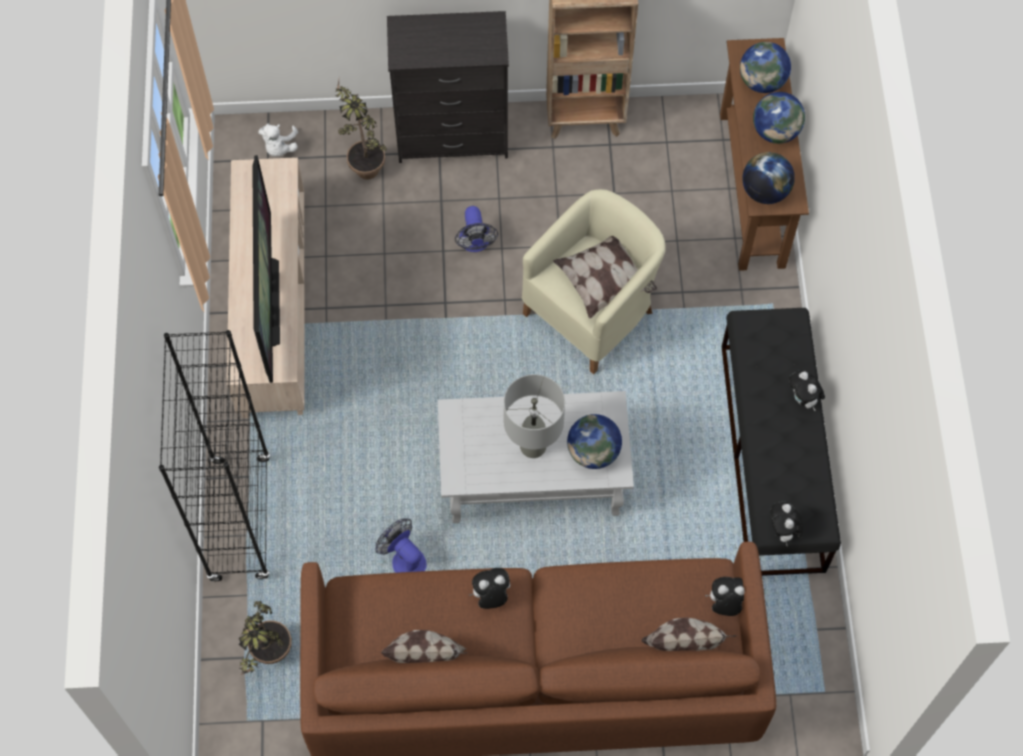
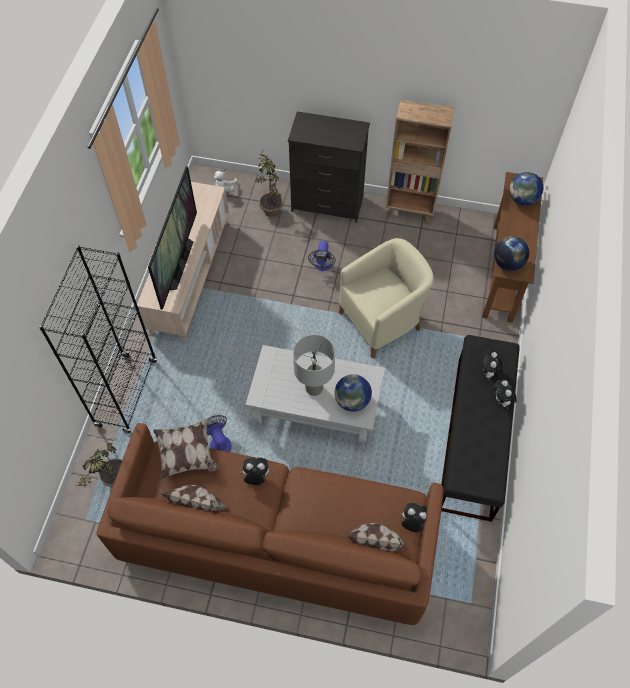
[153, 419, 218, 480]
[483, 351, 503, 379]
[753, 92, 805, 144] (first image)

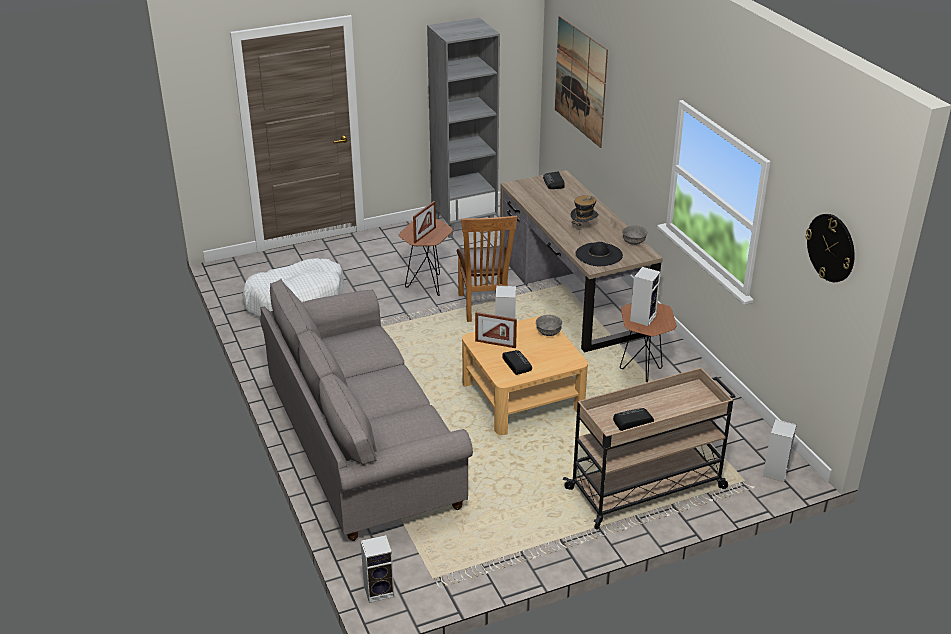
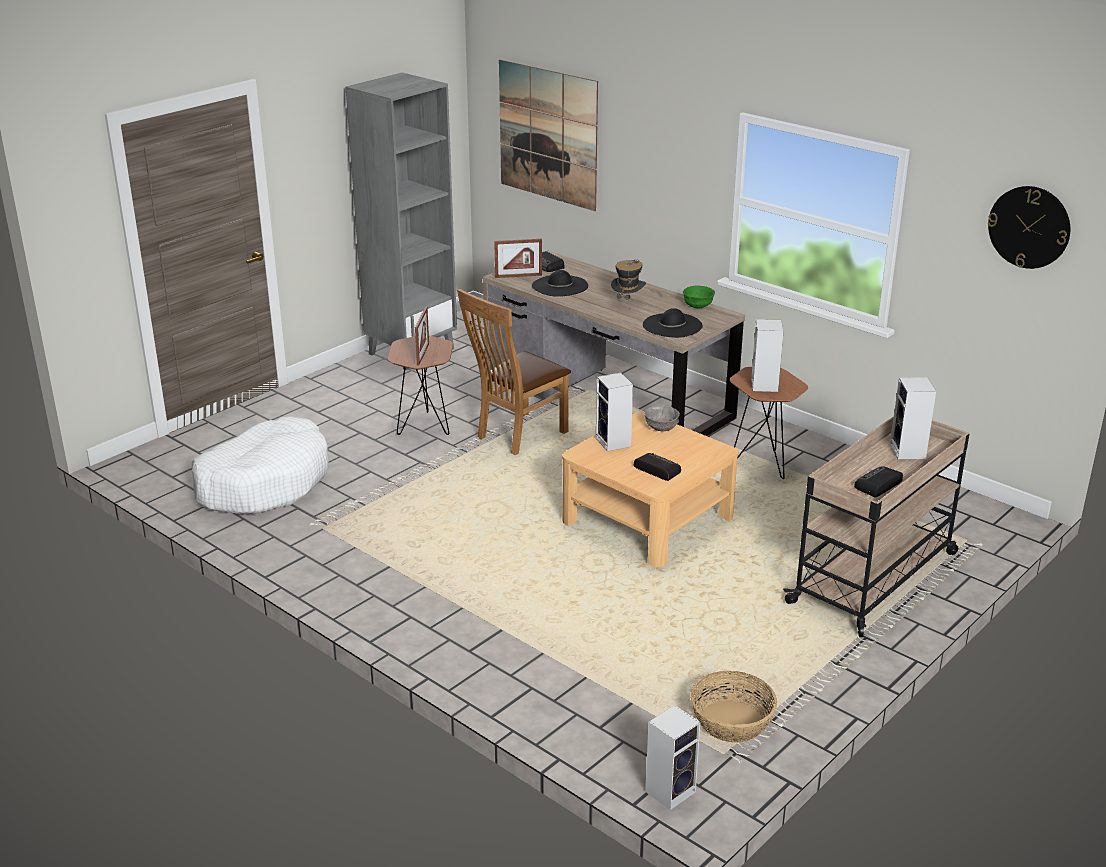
[457, 289, 571, 455]
[494, 239, 542, 278]
[532, 270, 588, 297]
[683, 286, 715, 308]
[690, 671, 777, 743]
[890, 377, 936, 459]
[260, 279, 473, 541] (first image)

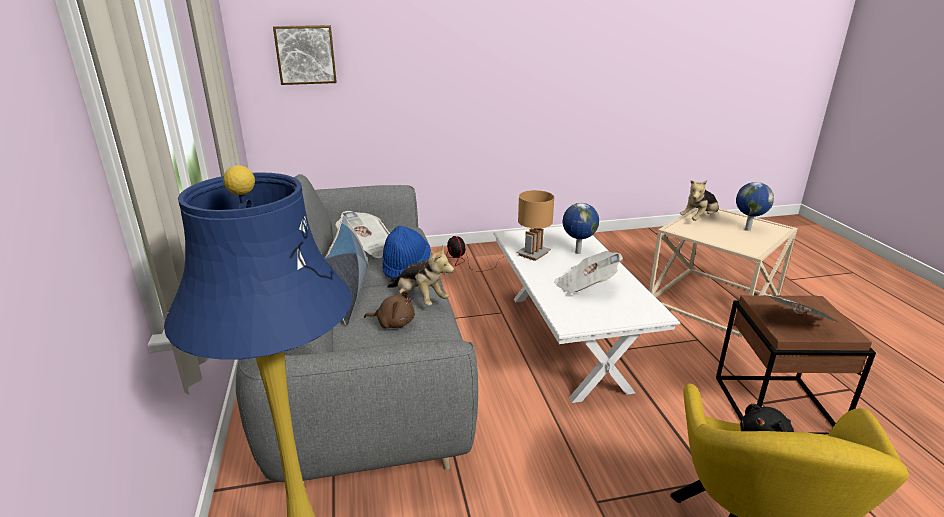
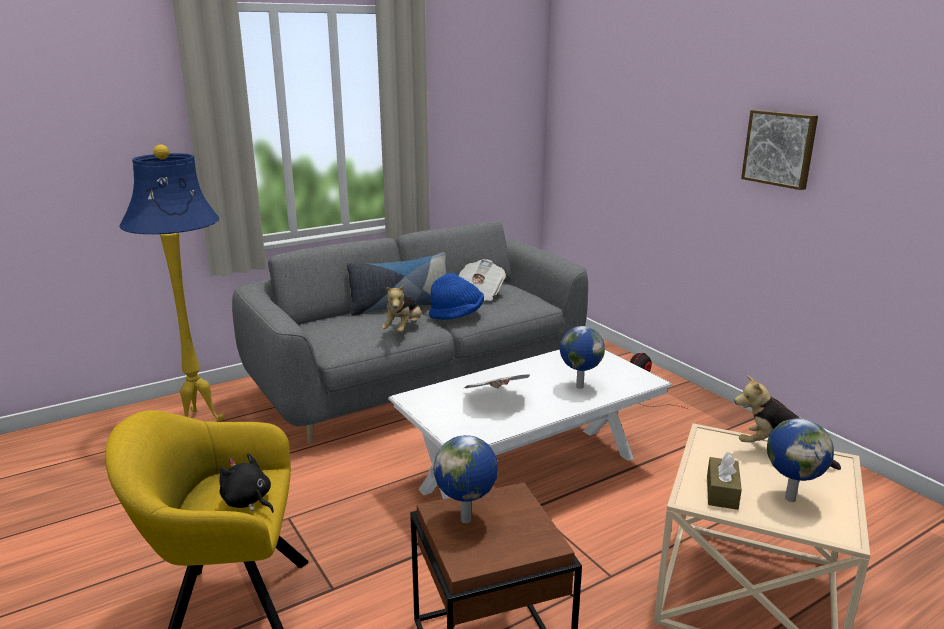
[433, 435, 498, 523]
[707, 452, 742, 510]
[741, 110, 818, 190]
[364, 291, 415, 328] (first image)
[516, 190, 554, 261] (first image)

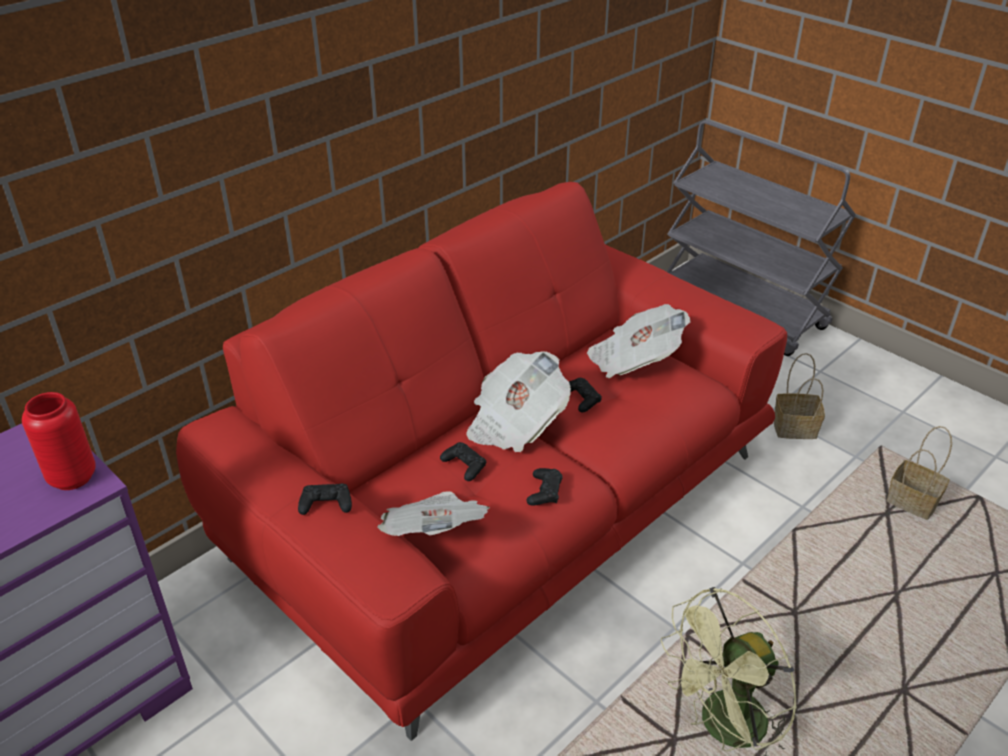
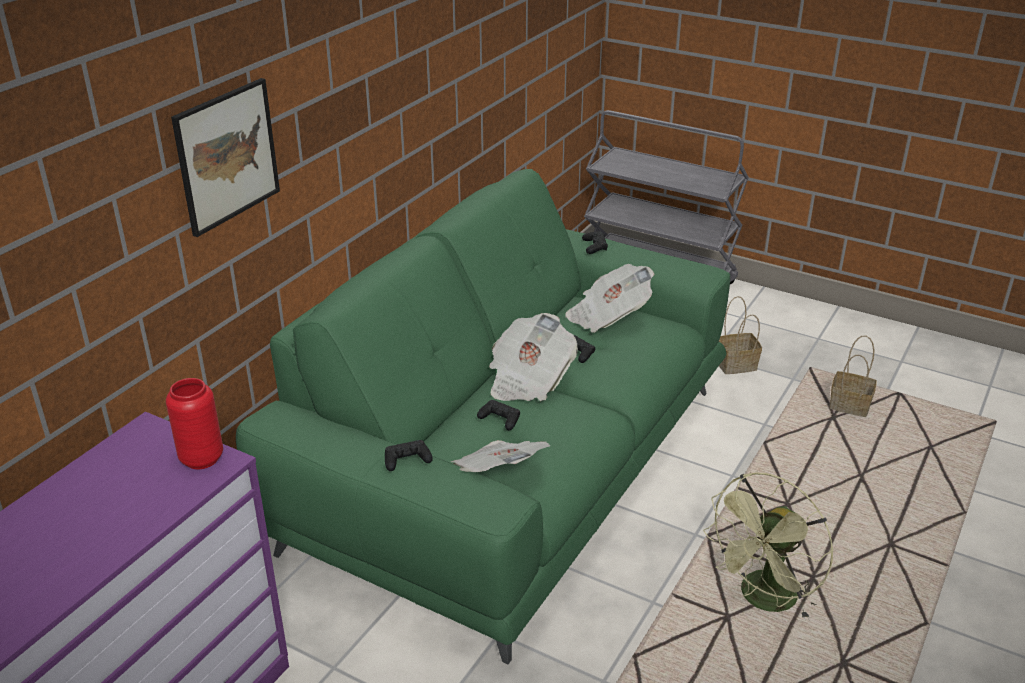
[171, 78, 280, 237]
[236, 169, 730, 664]
[582, 231, 608, 254]

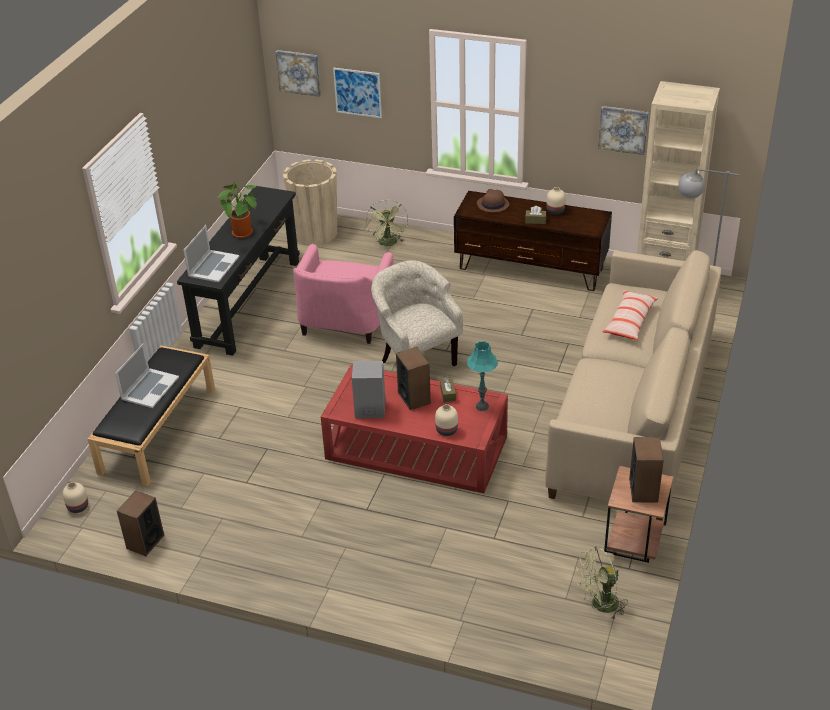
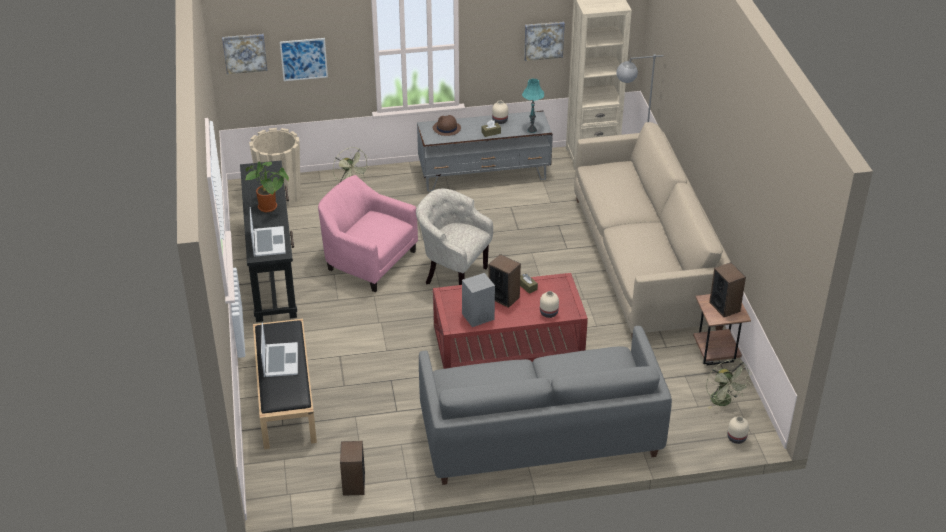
[318, 175, 418, 292]
[417, 111, 553, 192]
[419, 326, 672, 485]
[522, 78, 545, 133]
[706, 359, 752, 409]
[727, 416, 749, 444]
[602, 290, 658, 340] (first image)

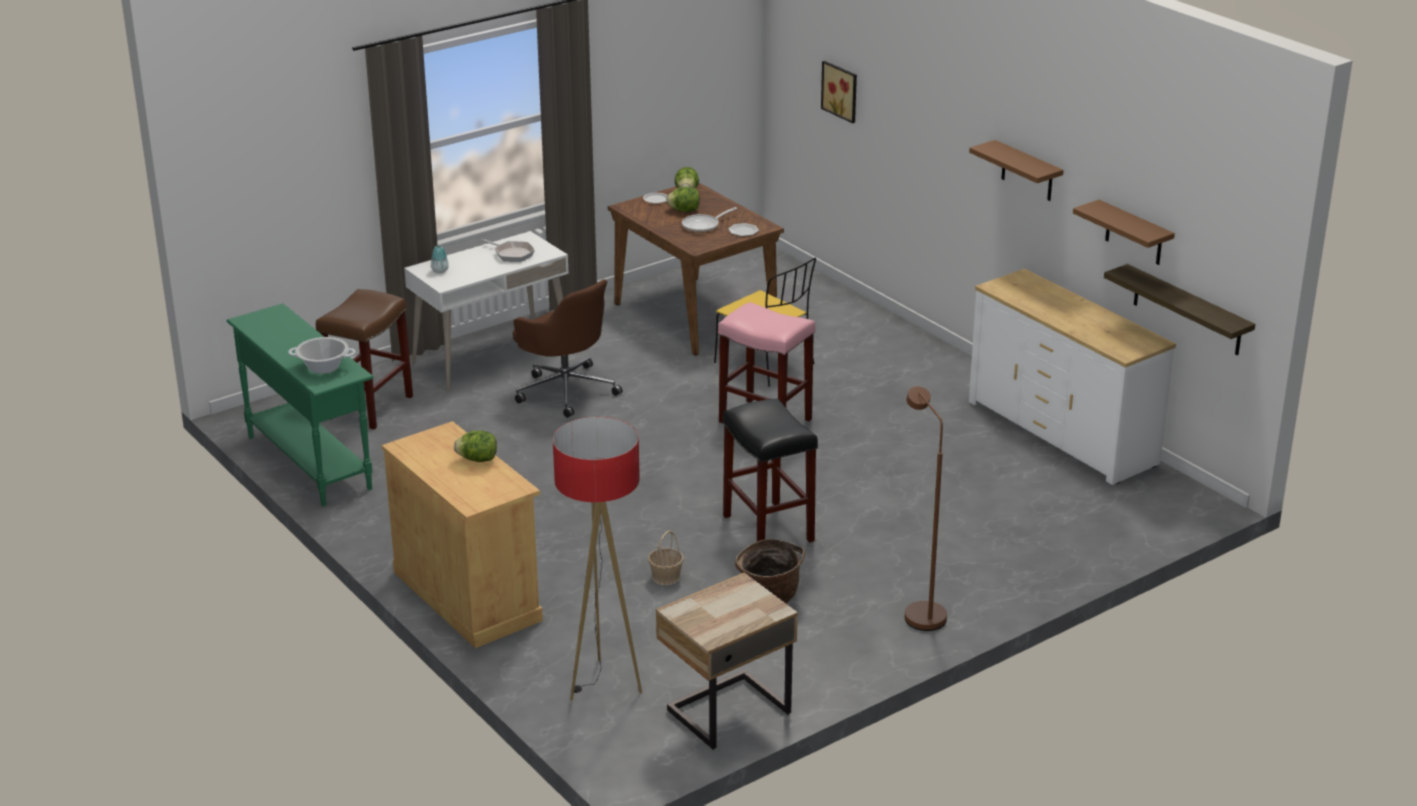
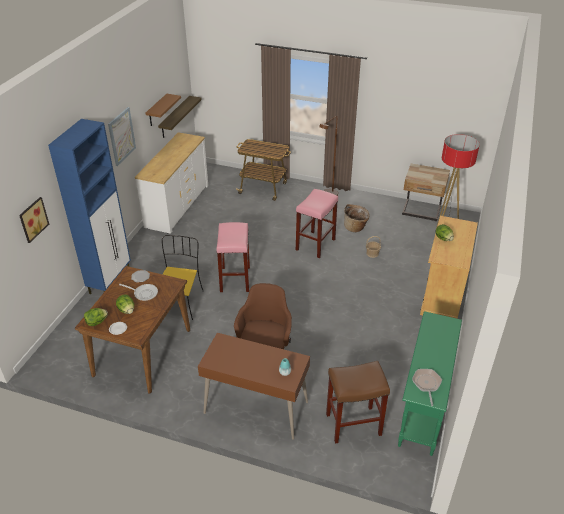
[48, 119, 131, 294]
[108, 107, 136, 166]
[198, 333, 310, 440]
[236, 139, 291, 201]
[296, 189, 338, 258]
[412, 369, 442, 406]
[288, 337, 356, 374] (first image)

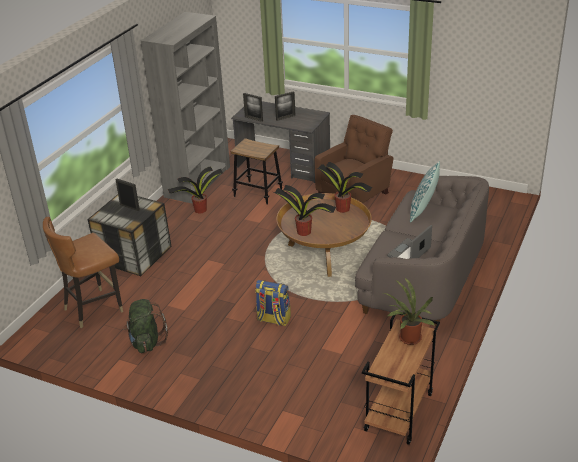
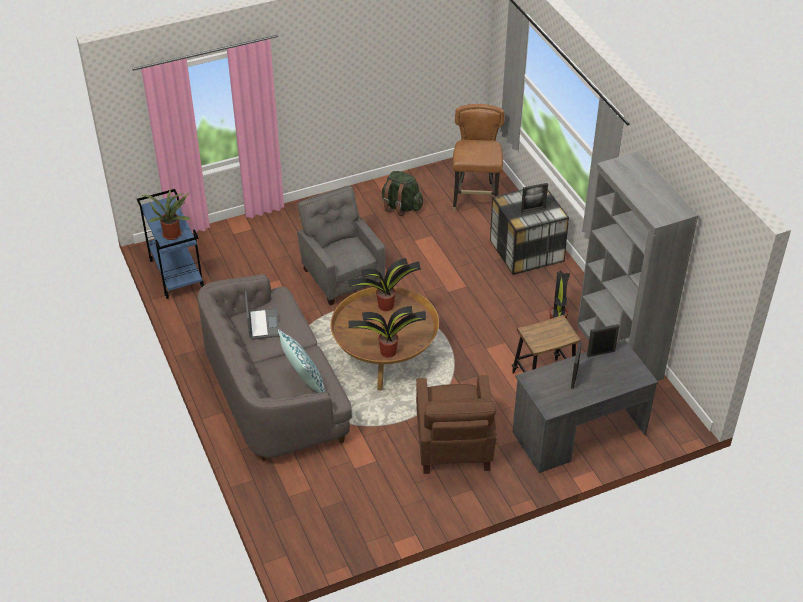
[137, 189, 204, 299]
[297, 186, 385, 305]

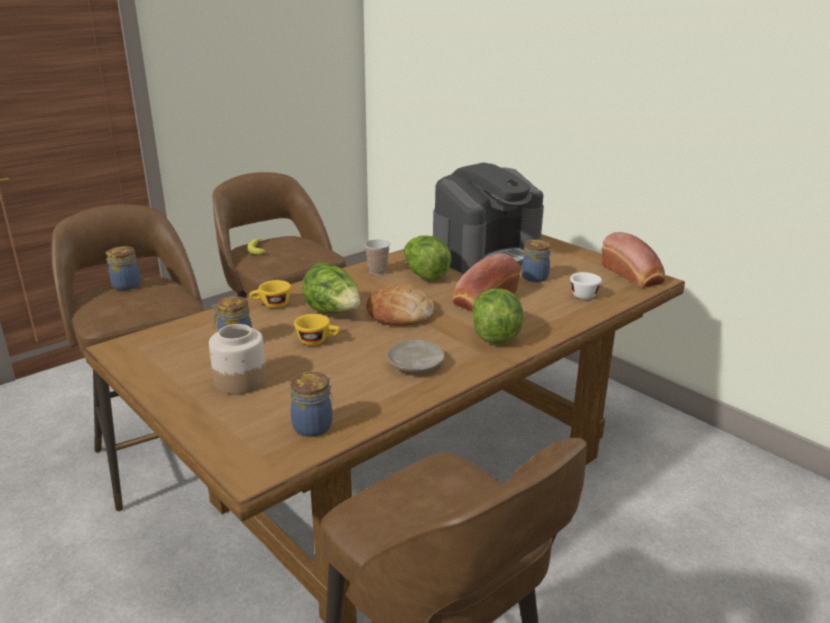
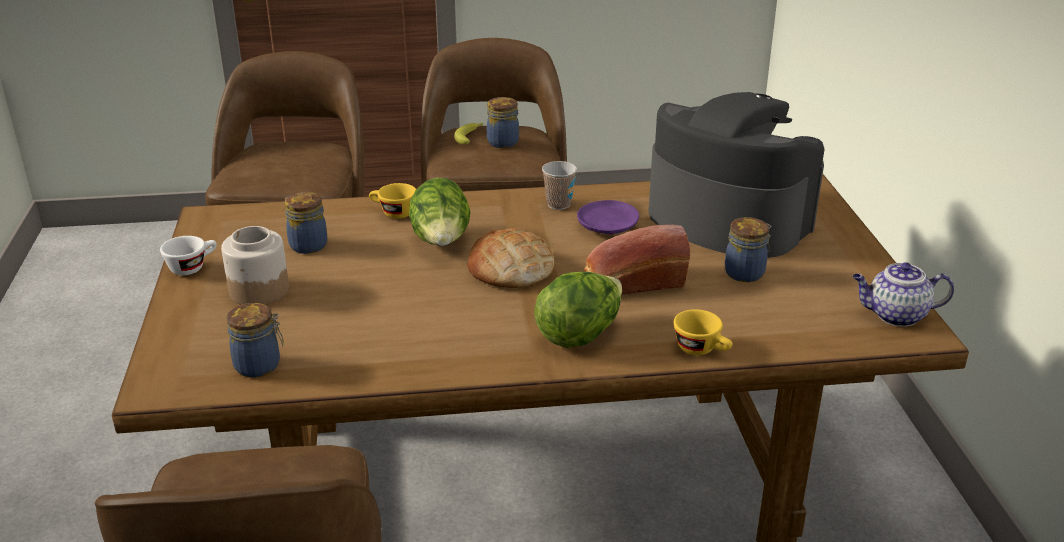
[160, 236, 217, 275]
[487, 97, 519, 148]
[577, 200, 639, 234]
[648, 92, 825, 258]
[674, 309, 733, 355]
[852, 262, 954, 327]
[387, 340, 445, 372] (first image)

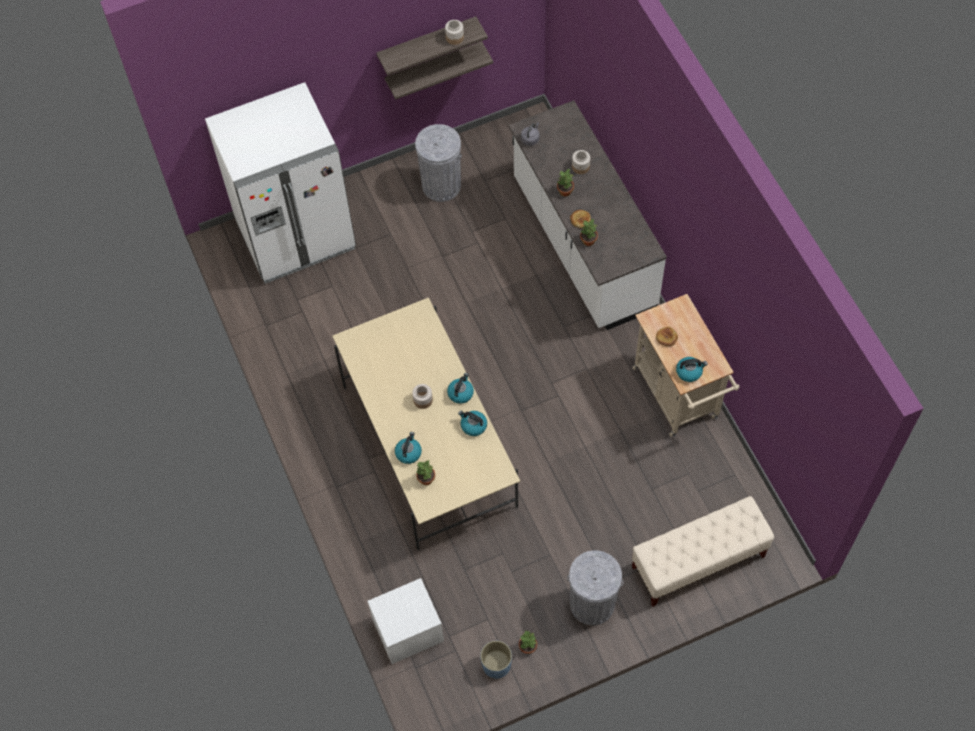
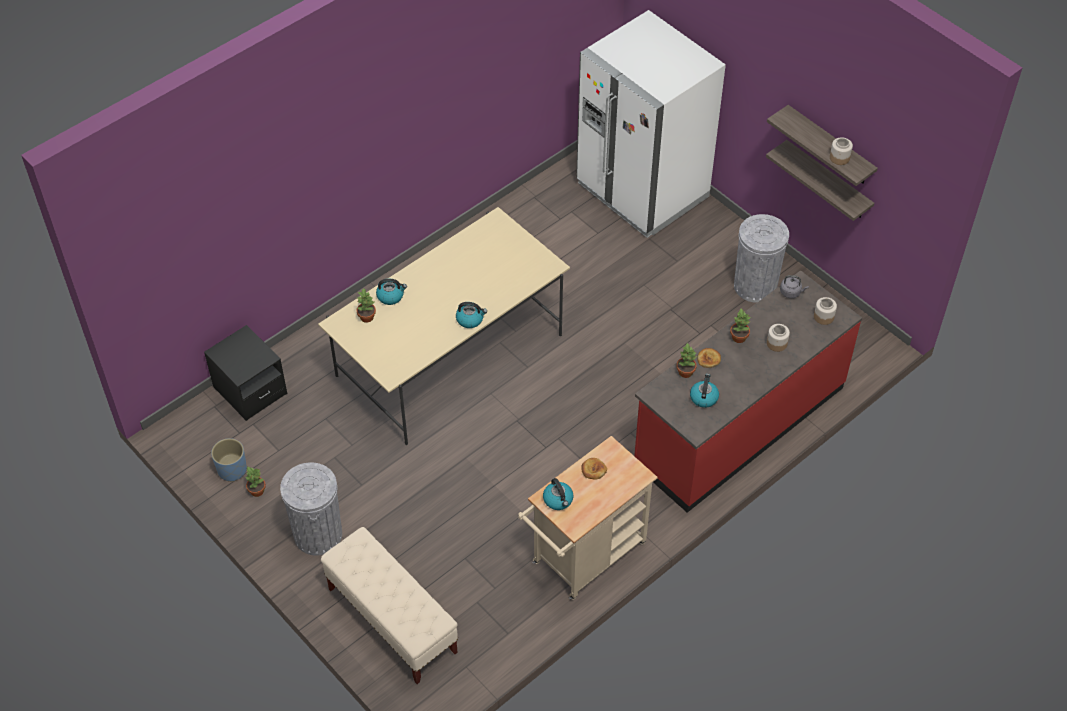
[204, 325, 287, 421]
[634, 270, 862, 513]
[690, 373, 719, 408]
[814, 297, 837, 325]

